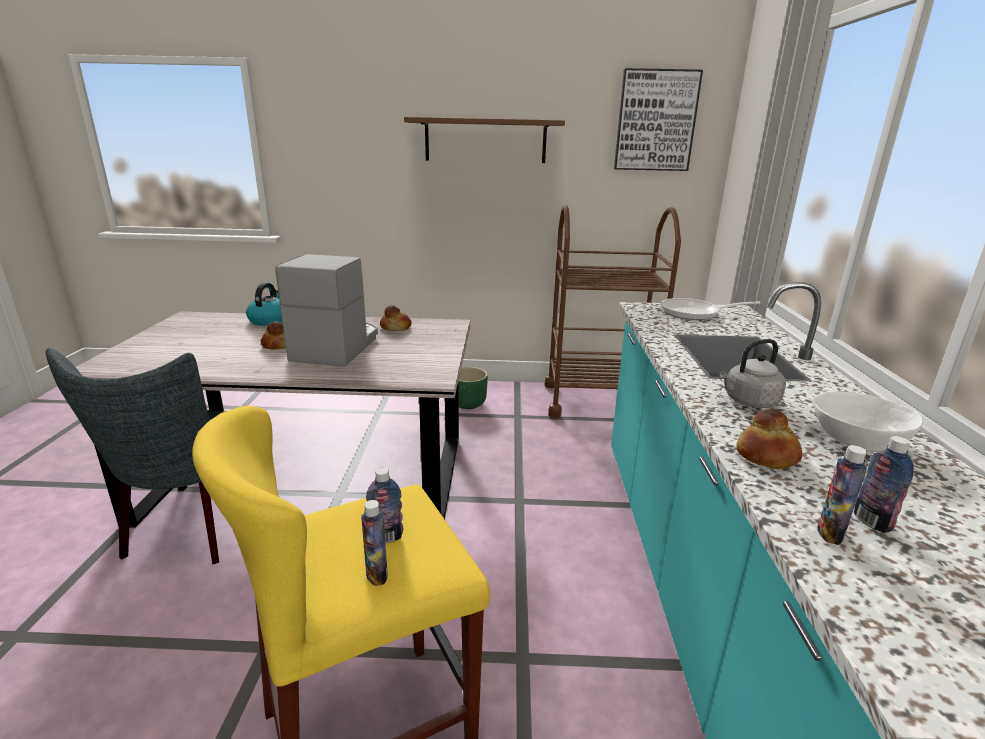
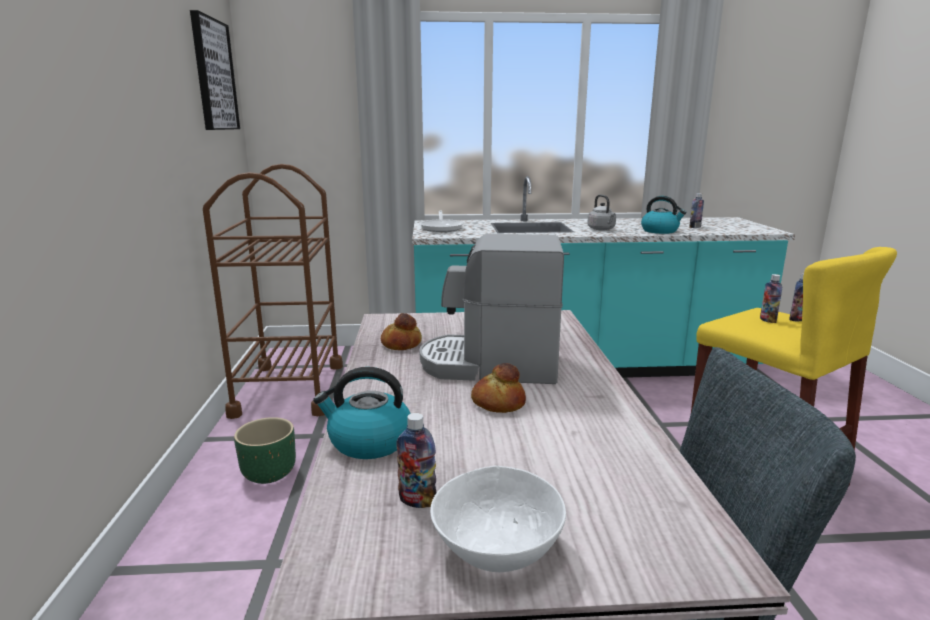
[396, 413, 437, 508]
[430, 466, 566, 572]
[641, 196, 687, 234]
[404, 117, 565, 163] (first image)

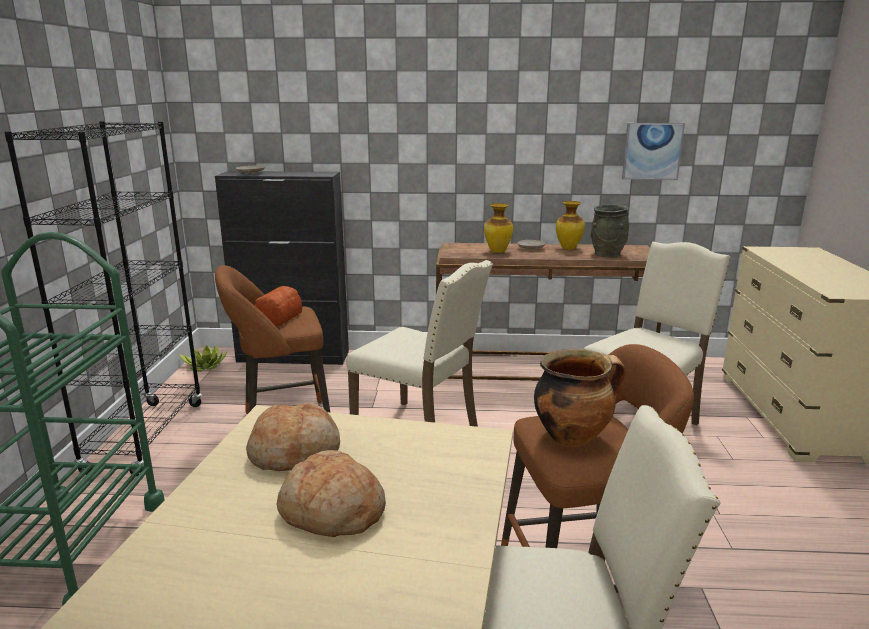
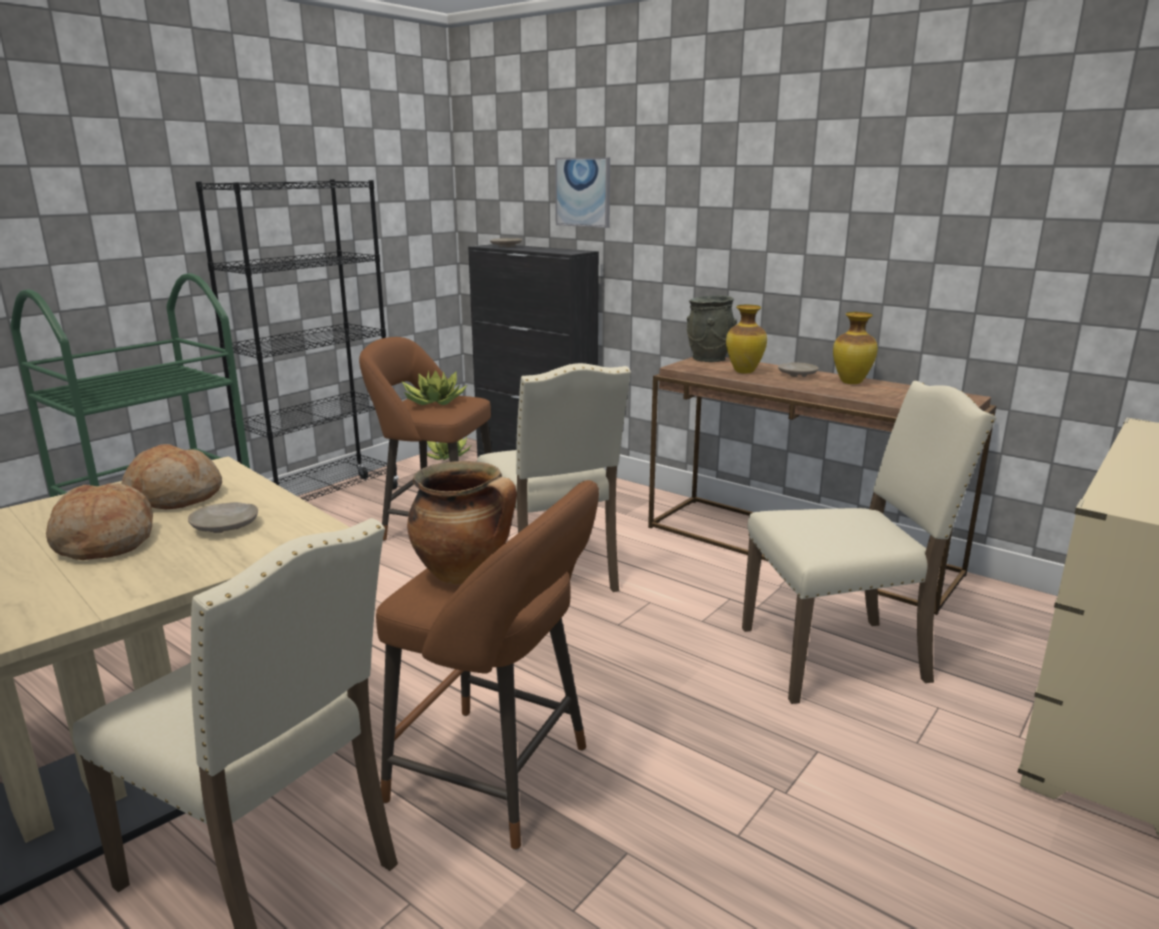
[188, 502, 258, 533]
[402, 370, 468, 405]
[555, 157, 610, 228]
[687, 295, 737, 362]

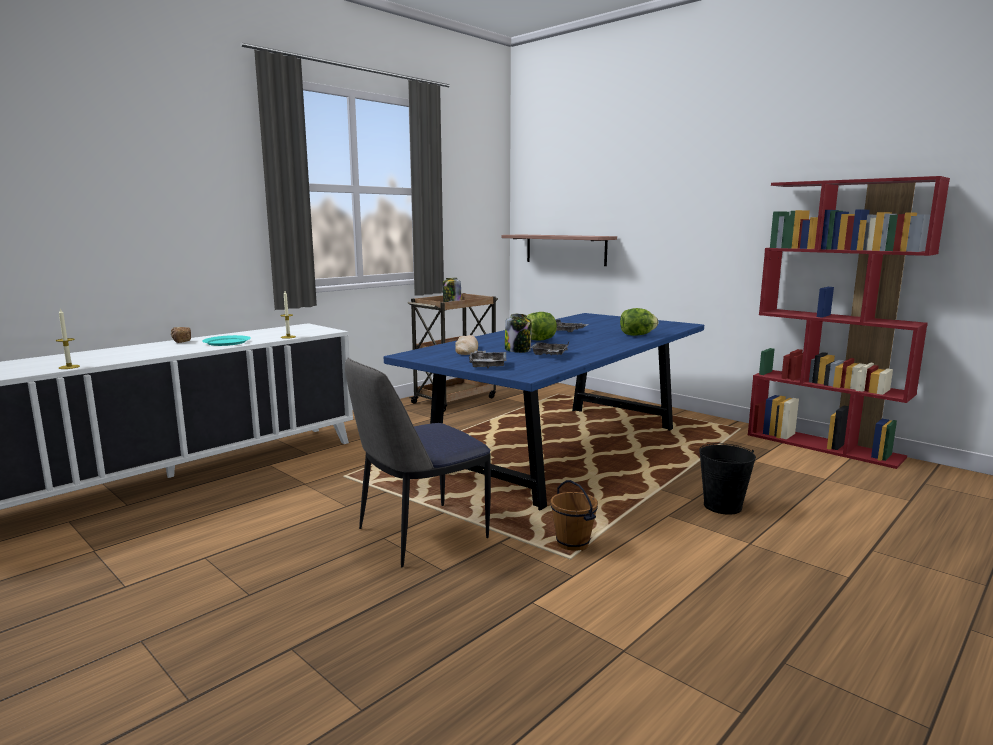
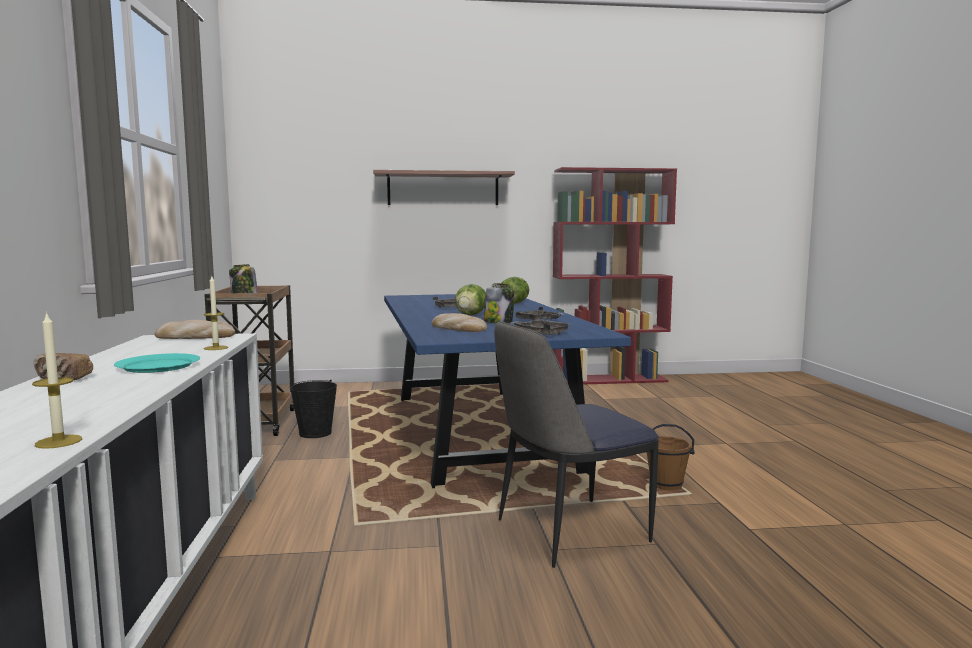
[155, 320, 235, 339]
[290, 380, 337, 438]
[373, 170, 515, 205]
[494, 321, 659, 568]

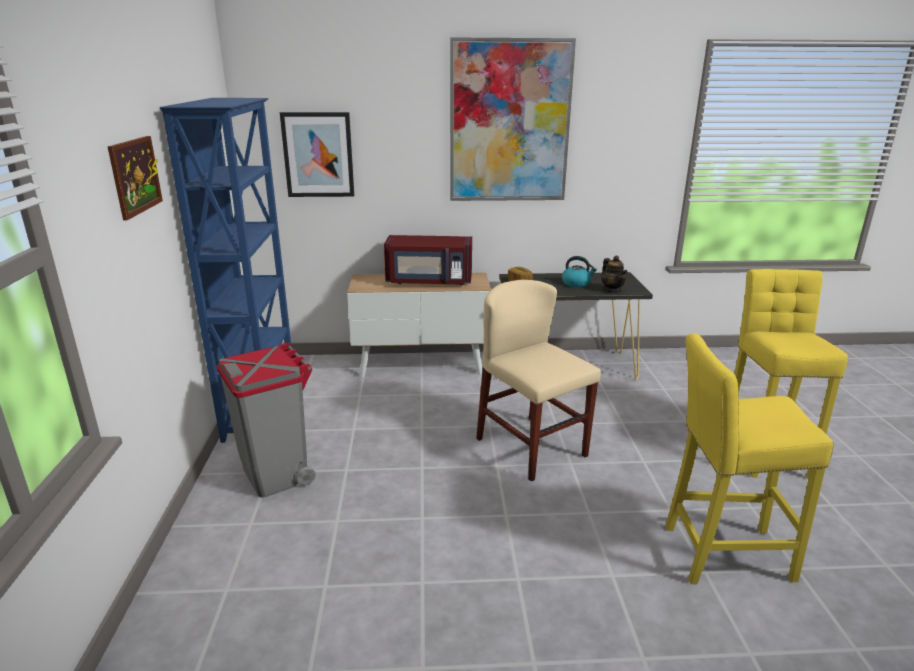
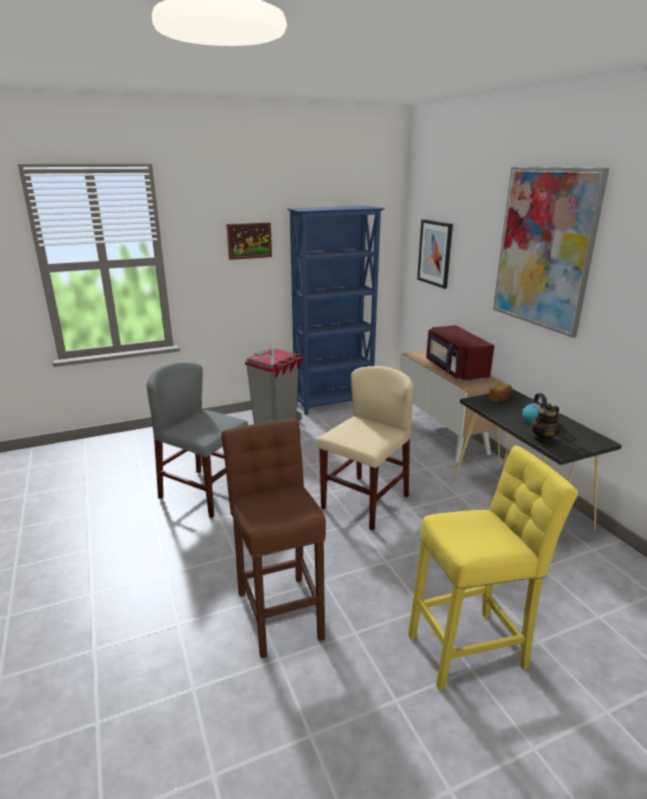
[147, 362, 248, 518]
[221, 419, 326, 659]

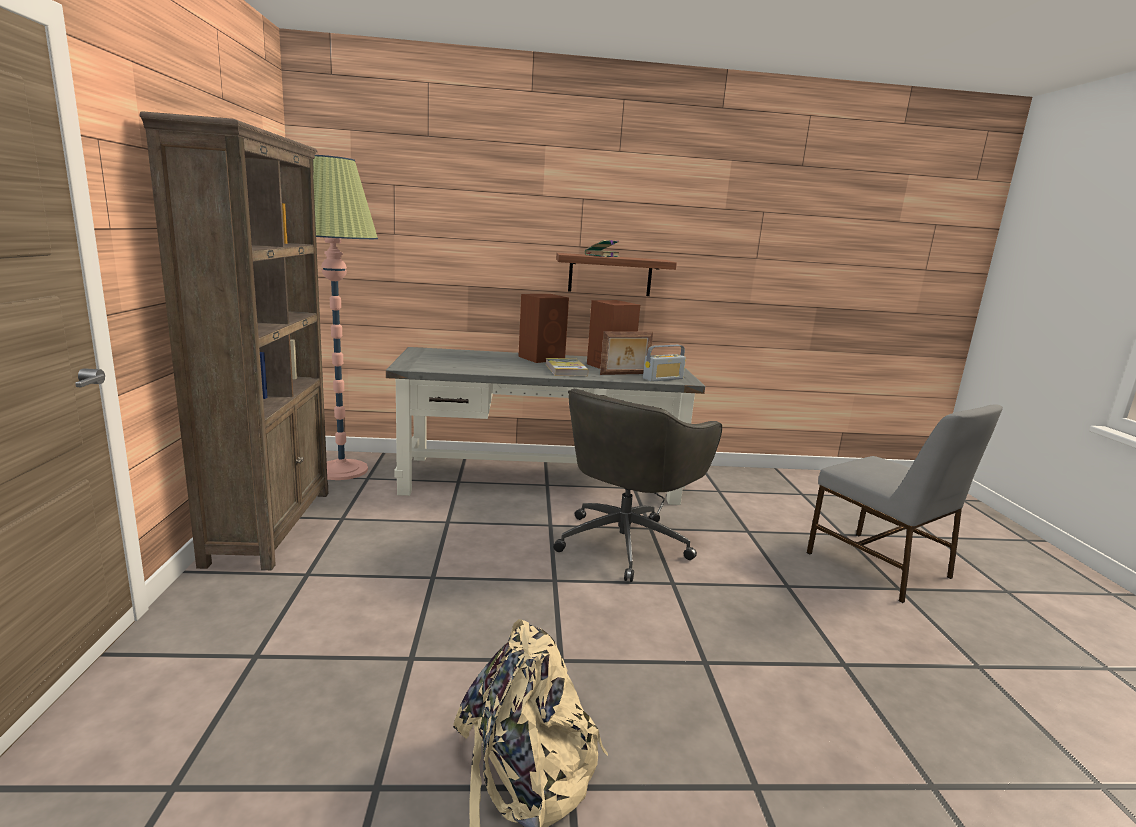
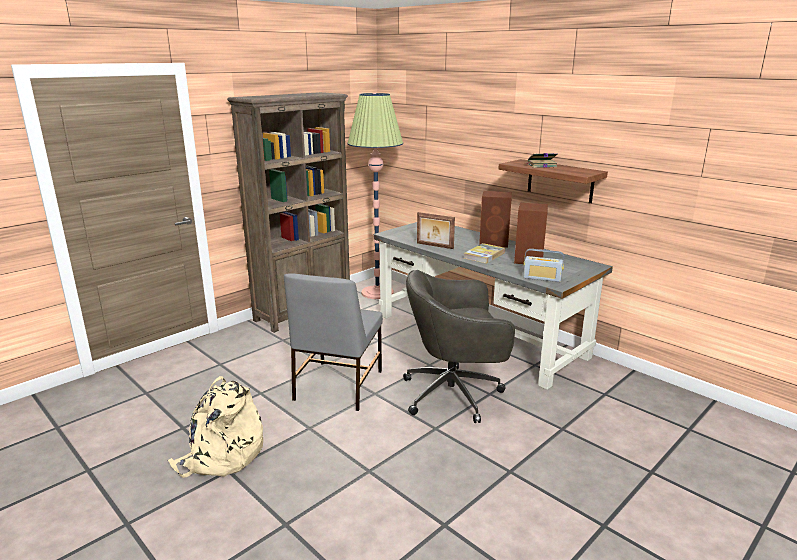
[284, 274, 383, 411]
[417, 212, 455, 249]

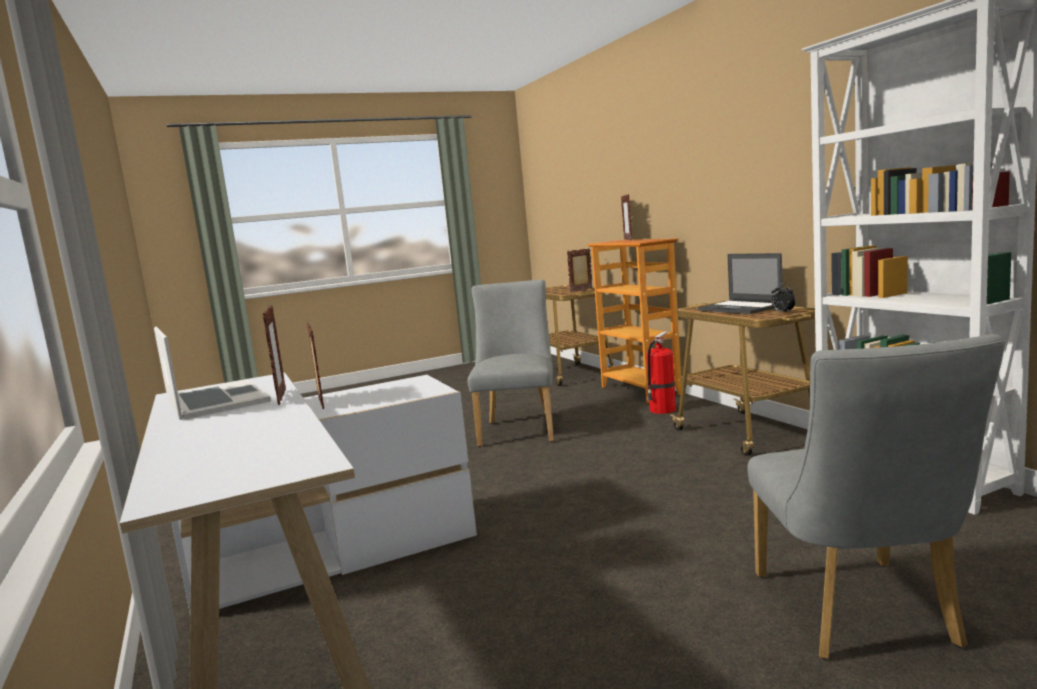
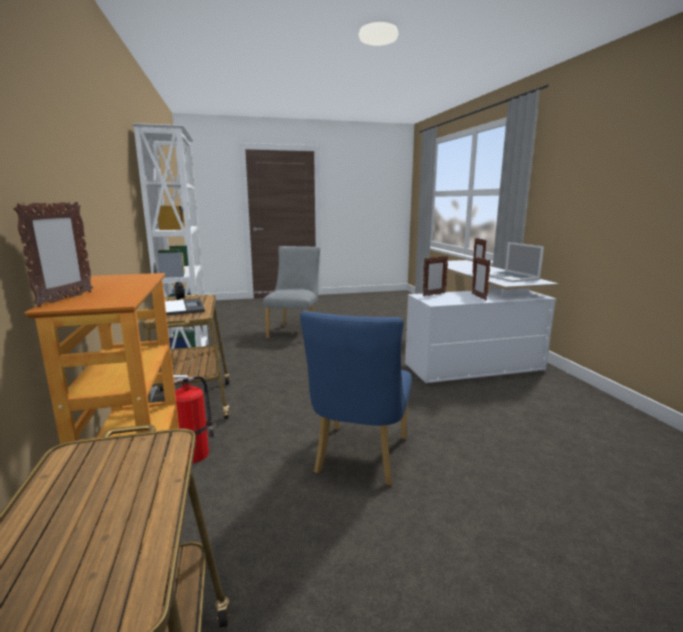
[300, 311, 412, 486]
[423, 256, 448, 296]

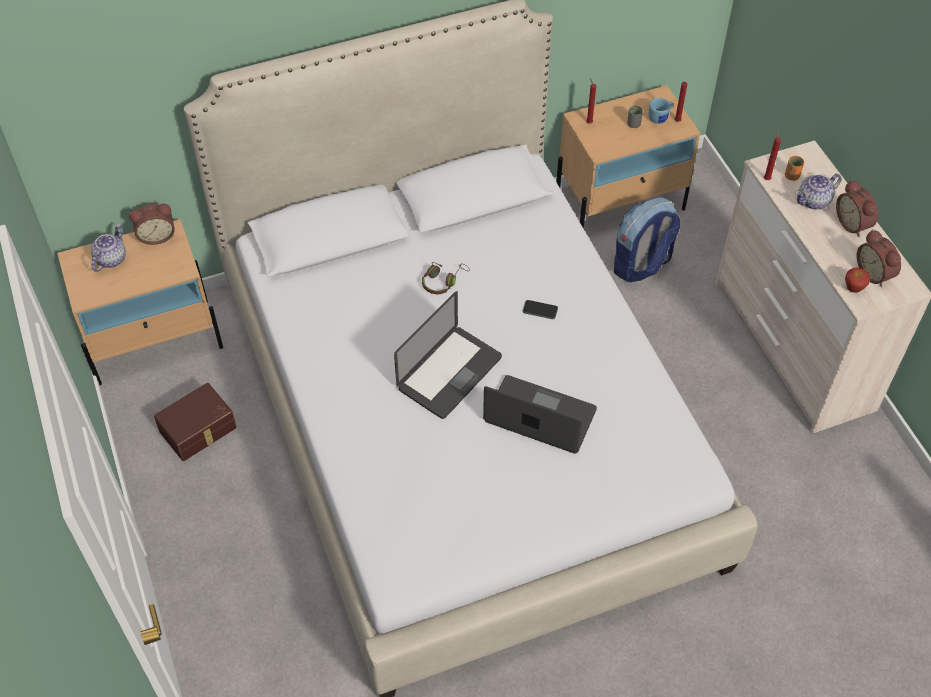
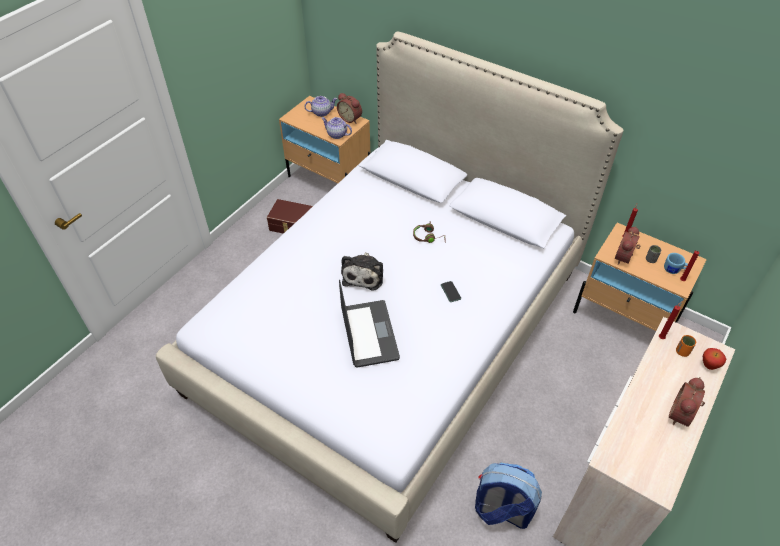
[321, 117, 352, 139]
[341, 252, 383, 291]
[475, 463, 542, 529]
[615, 226, 640, 265]
[703, 348, 726, 370]

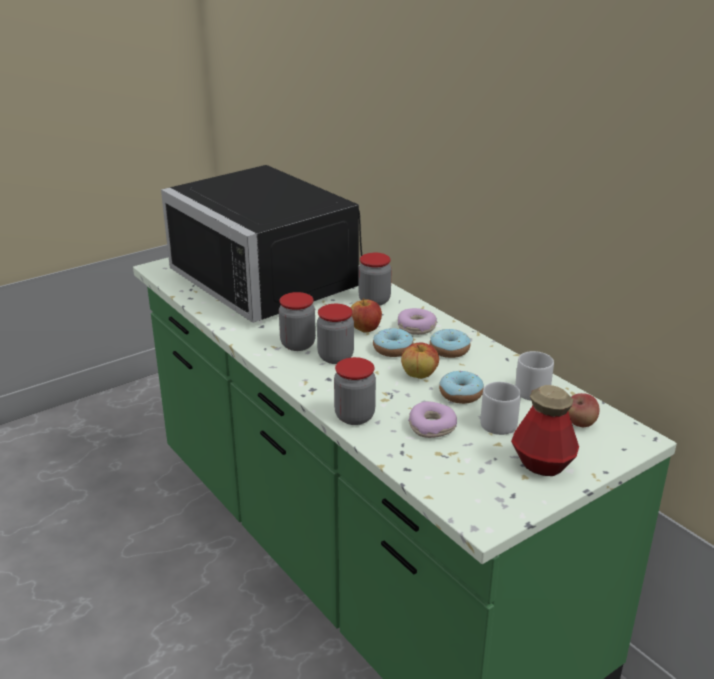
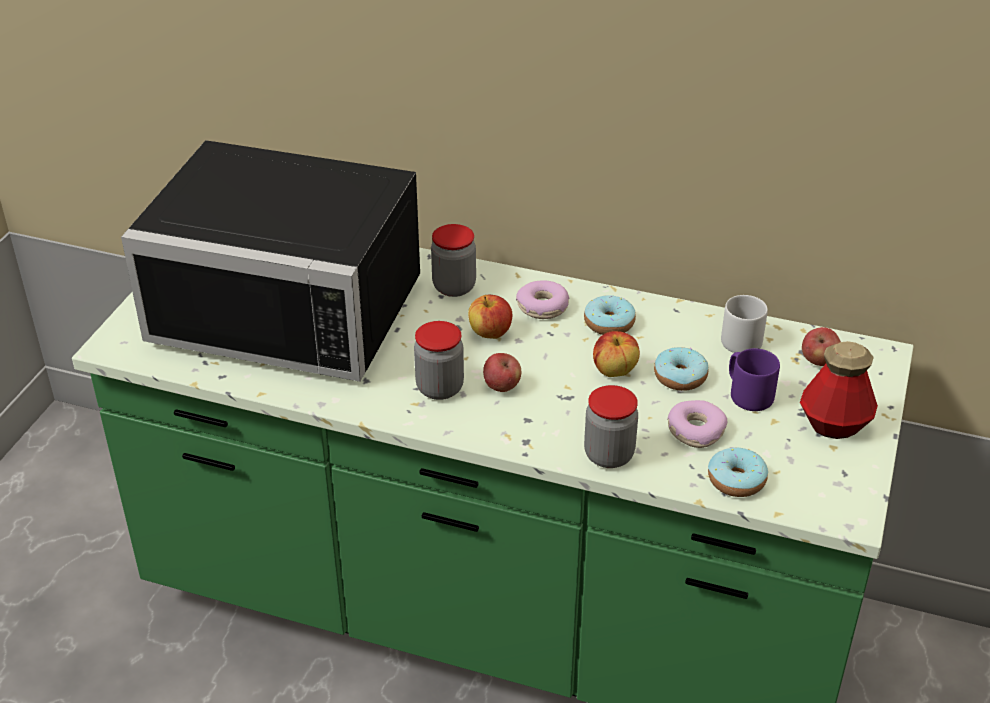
[483, 353, 521, 392]
[708, 447, 768, 497]
[729, 348, 780, 411]

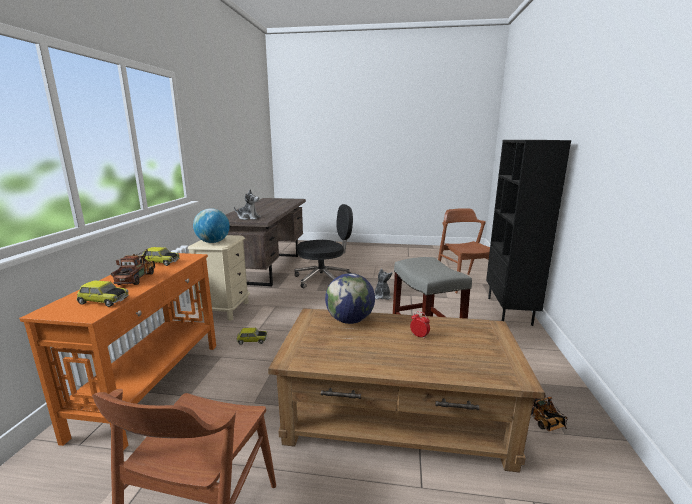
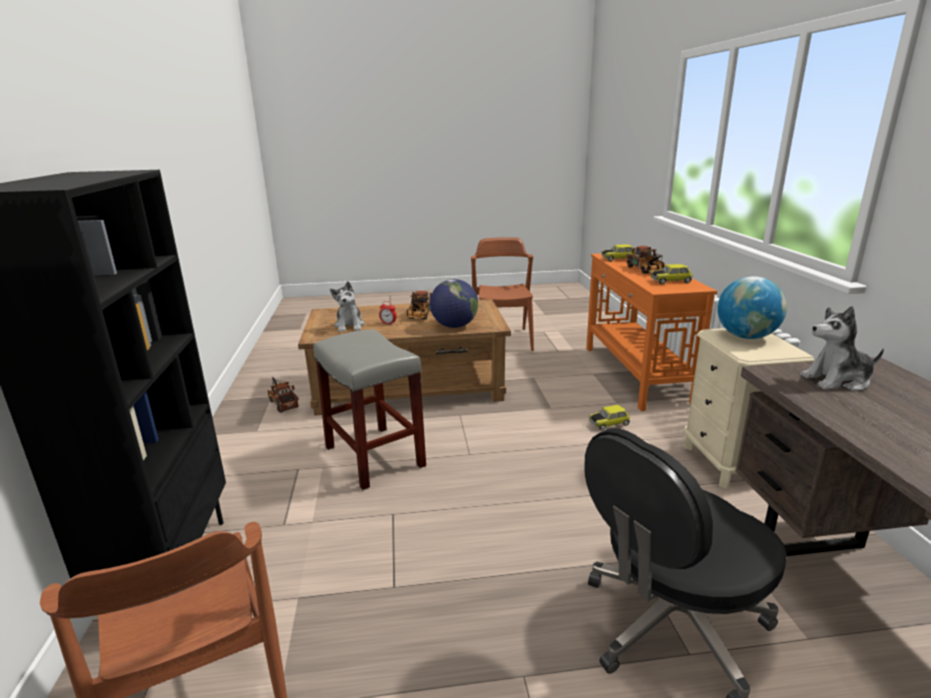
[330, 281, 365, 332]
[407, 291, 432, 319]

